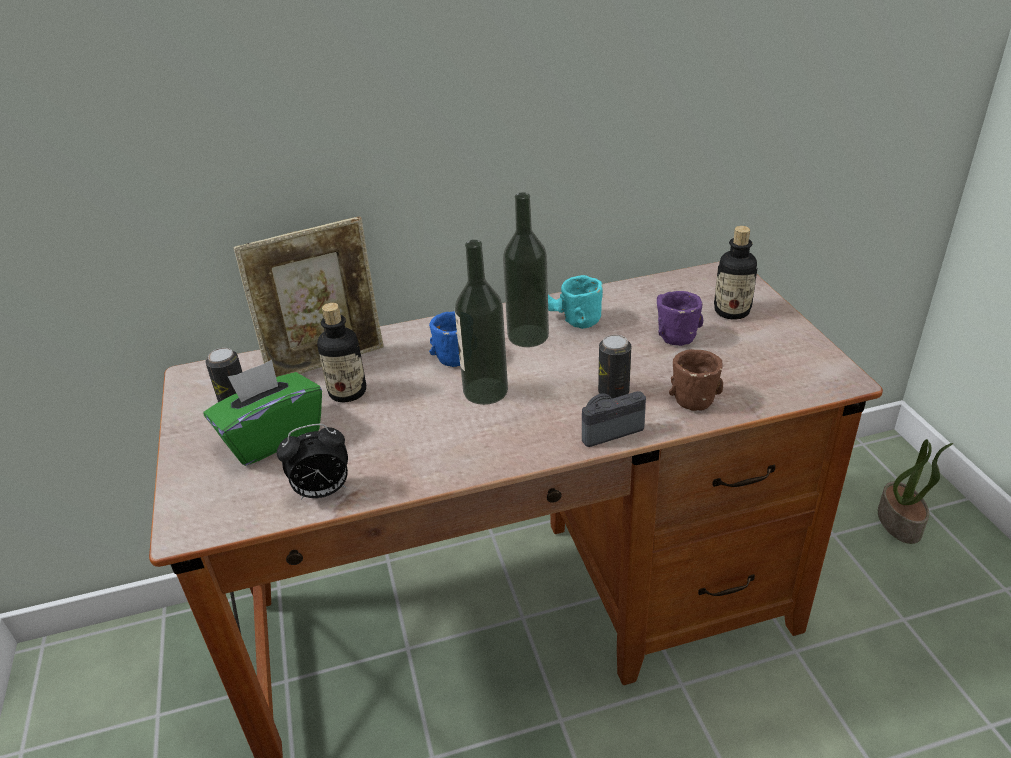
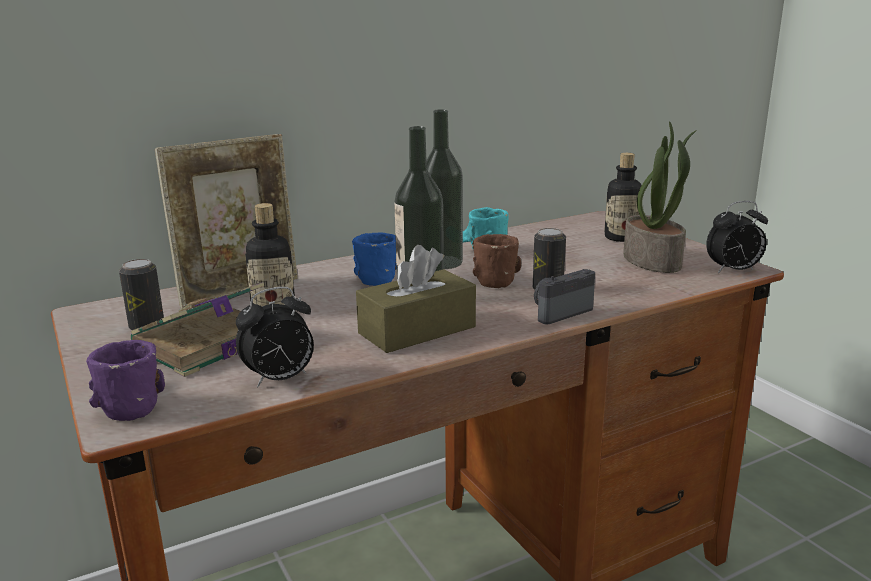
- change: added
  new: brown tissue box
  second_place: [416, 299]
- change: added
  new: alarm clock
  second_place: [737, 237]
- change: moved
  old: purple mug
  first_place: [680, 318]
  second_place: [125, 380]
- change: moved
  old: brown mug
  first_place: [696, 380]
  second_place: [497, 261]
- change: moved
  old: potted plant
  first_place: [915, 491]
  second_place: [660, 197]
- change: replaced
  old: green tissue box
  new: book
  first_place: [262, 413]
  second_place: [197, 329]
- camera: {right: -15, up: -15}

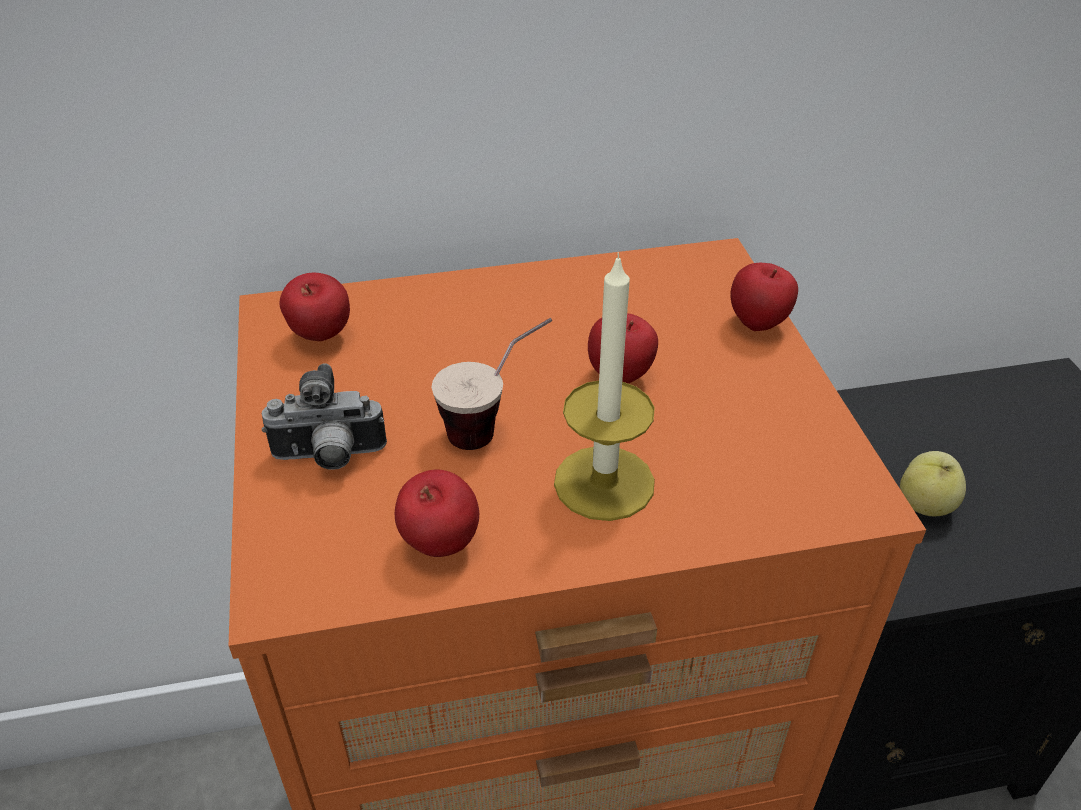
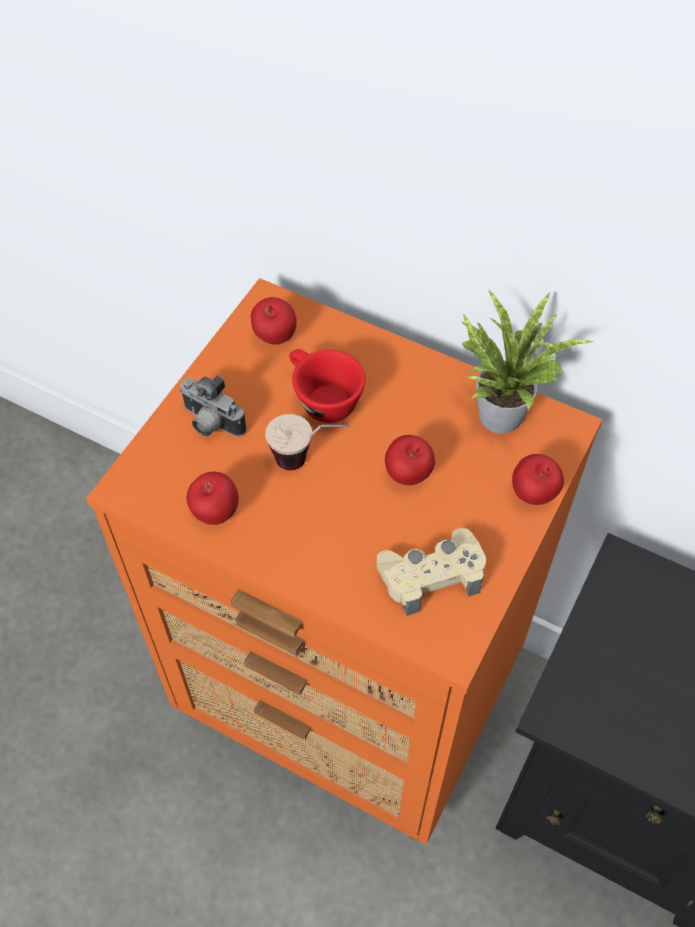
- change: removed
  old: candle
  first_place: [604, 387]
- change: removed
  old: apple
  first_place: [933, 483]
- change: added
  new: red cup
  second_place: [327, 386]
- change: added
  new: beige game controller
  second_place: [431, 572]
- change: added
  new: potted plant
  second_place: [527, 361]
- camera: {right: 40, up: 15}

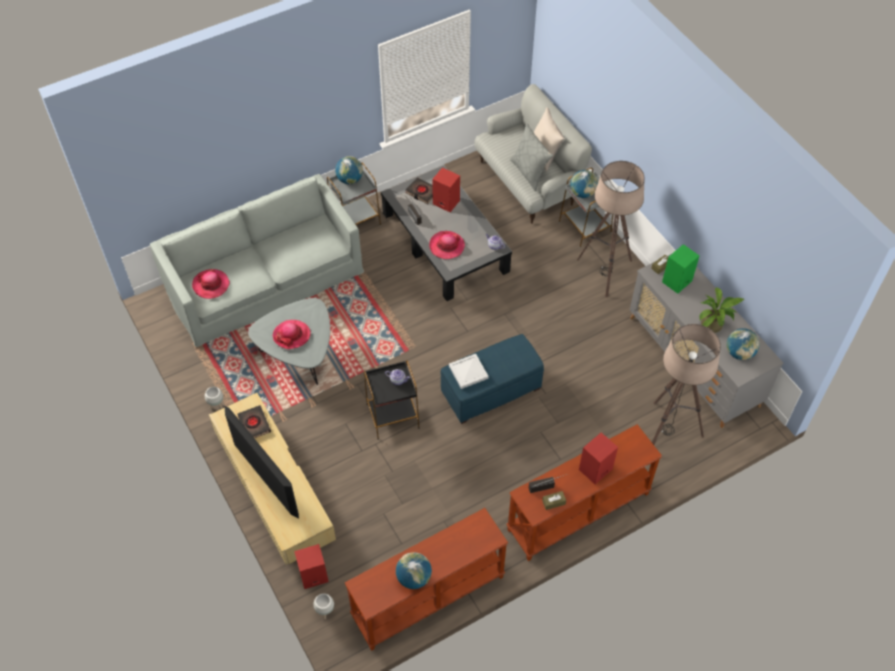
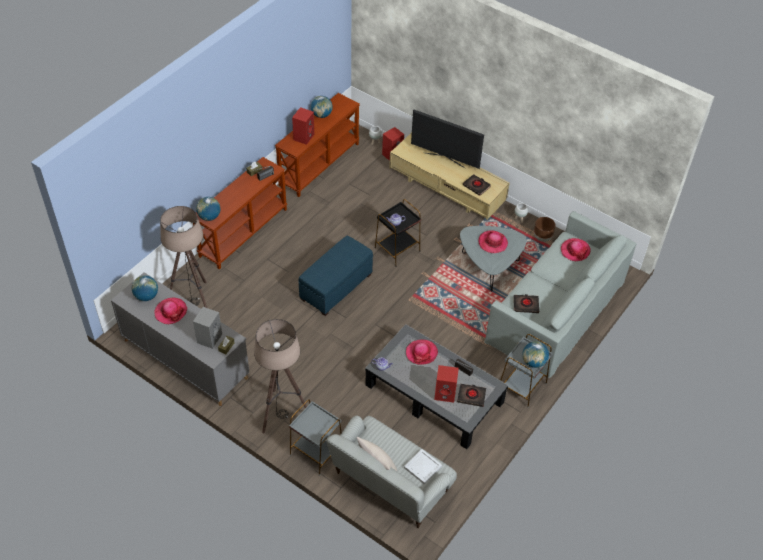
- change: removed
  old: grey pillow
  first_place: [531, 158]
- change: added
  new: black book
  second_place: [526, 303]
- change: added
  new: brown planter
  second_place: [545, 229]
- change: moved
  old: white tray
  first_place: [469, 371]
  second_place: [423, 466]
- change: moved
  old: globe
  first_place: [584, 184]
  second_place: [208, 209]
- change: moved
  old: red speaker
  first_place: [598, 458]
  second_place: [303, 126]
- change: replaced
  old: potted plant
  new: hat
  first_place: [722, 310]
  second_place: [170, 311]
- change: recoloured
  old: green speaker
  new: grey speaker
  first_place: [680, 269]
  second_place: [207, 328]
- camera: {right: 155, up: -5}

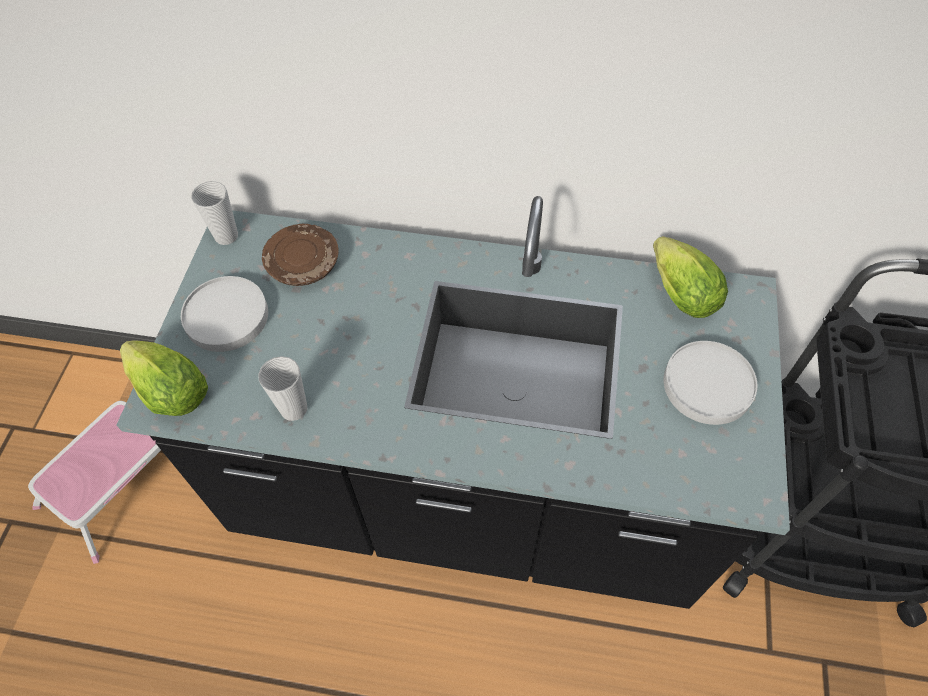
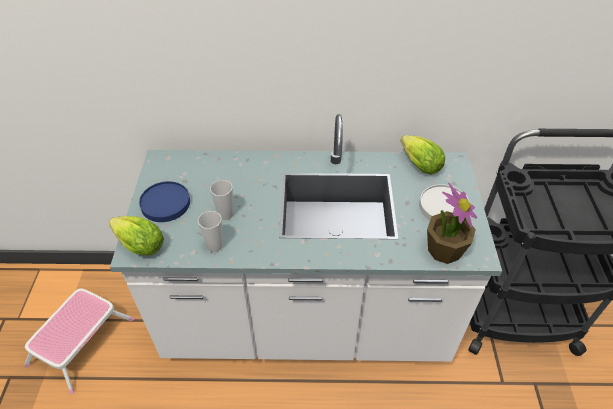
- change: removed
  old: brown plate
  first_place: [300, 255]
- change: added
  new: potted plant
  second_place: [452, 223]
- change: moved
  old: cup
  first_place: [214, 213]
  second_place: [221, 200]
- change: recoloured
  old: black counter
  new: white counter
  first_place: [453, 402]
  second_place: [306, 238]
- change: recoloured
  old: white plate
  new: blue plate
  first_place: [224, 314]
  second_place: [164, 201]
- camera: {right: -10, up: -10}

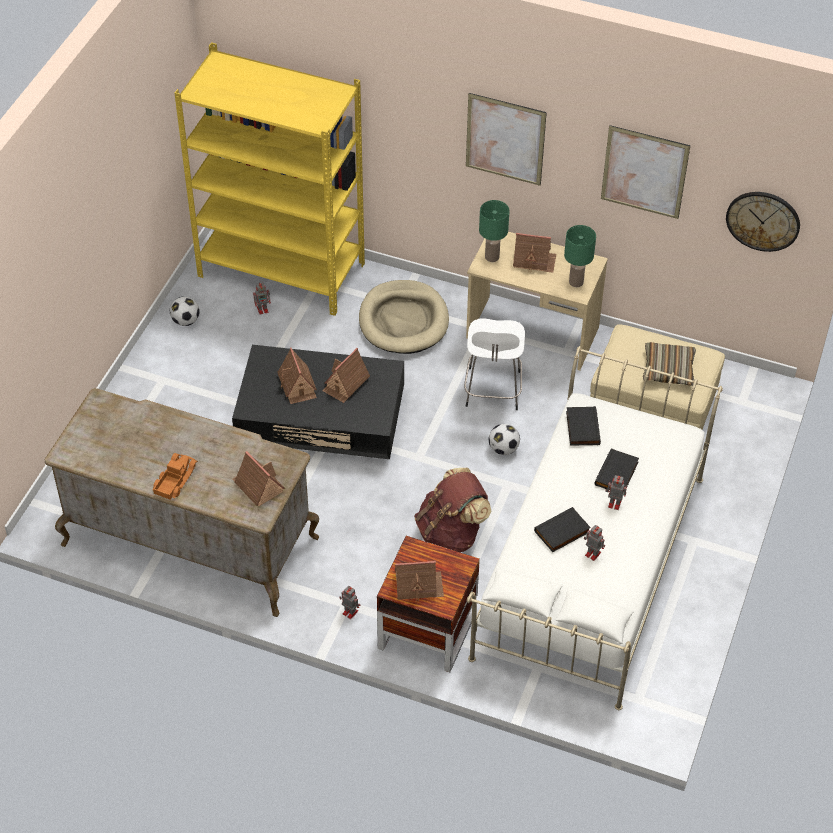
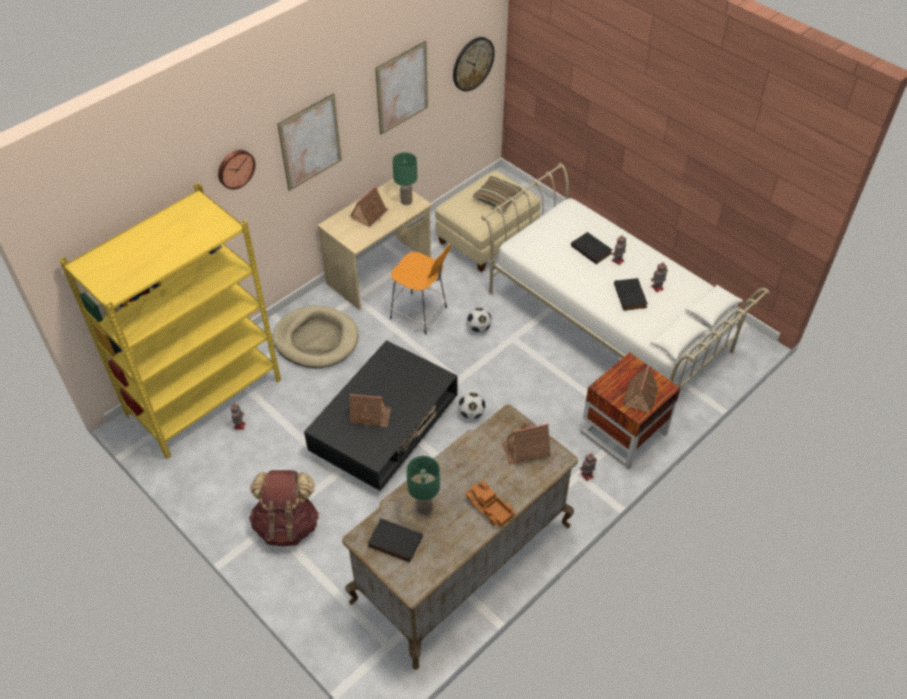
- change: removed
  old: toy house
  first_place: [346, 375]
- change: added
  new: wall clock
  second_place: [236, 170]
- change: moved
  old: football
  first_place: [185, 311]
  second_place: [471, 405]
- change: moved
  old: brown backpack
  first_place: [453, 510]
  second_place: [284, 508]
- change: moved
  old: green table lamp
  first_place: [494, 231]
  second_place: [423, 485]
- change: moved
  old: black book
  first_place: [583, 426]
  second_place: [395, 540]
- change: recoloured
  old: white stool
  new: orange stool
  first_place: [494, 364]
  second_place: [420, 289]
- camera: {right: -65, up: 0}

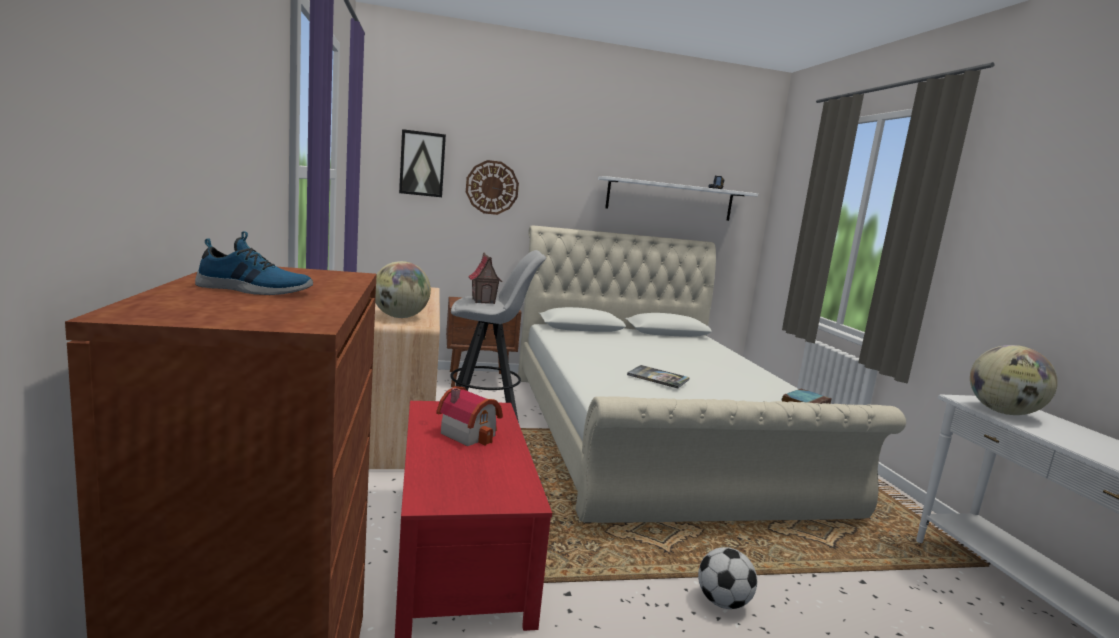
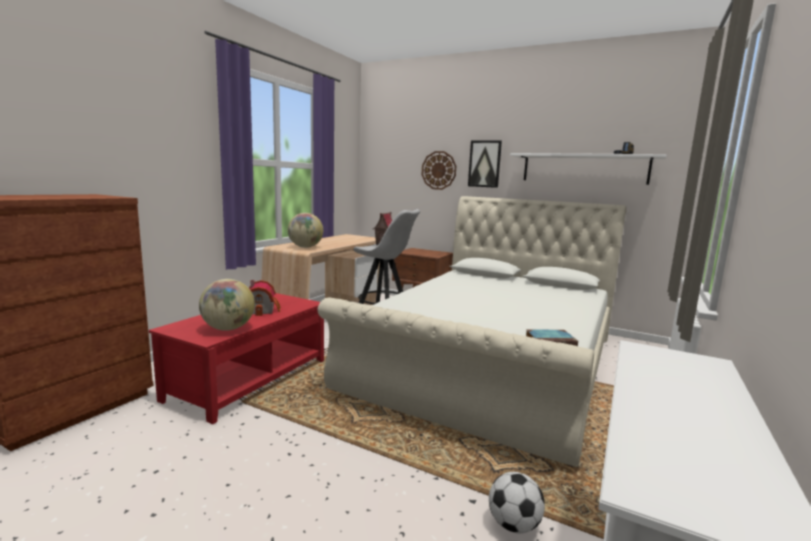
- change: removed
  old: shoe
  first_place: [254, 263]
- change: removed
  old: book
  first_place: [658, 377]
- change: moved
  old: picture
  first_place: [422, 163]
  second_place: [485, 164]
- change: moved
  old: football
  first_place: [727, 578]
  second_place: [517, 502]
- change: moved
  old: globe
  first_place: [1014, 380]
  second_place: [227, 305]
- camera: {right: 40, up: 0}

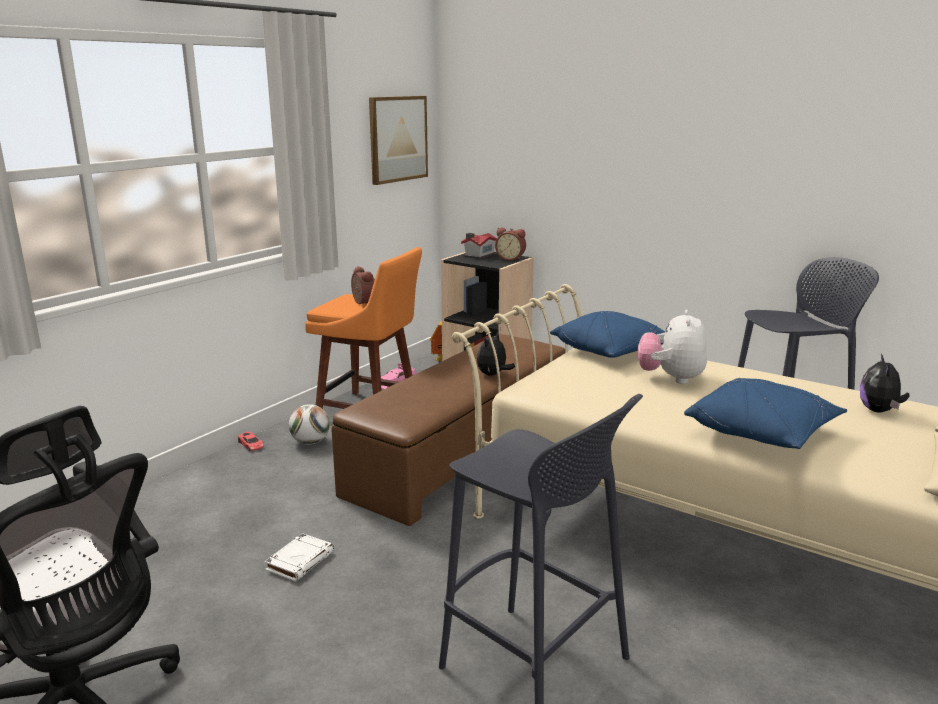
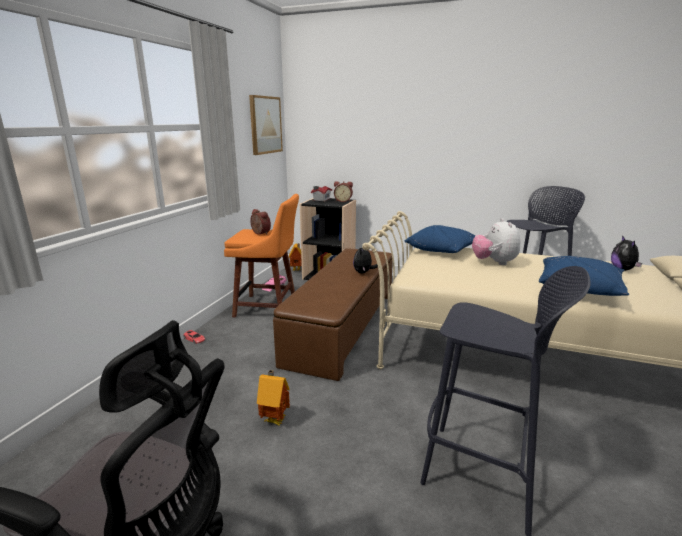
- change: removed
  old: football
  first_place: [309, 424]
- change: replaced
  old: white book
  new: toy house
  first_place: [299, 557]
  second_place: [273, 398]
- camera: {right: -15, up: 0}

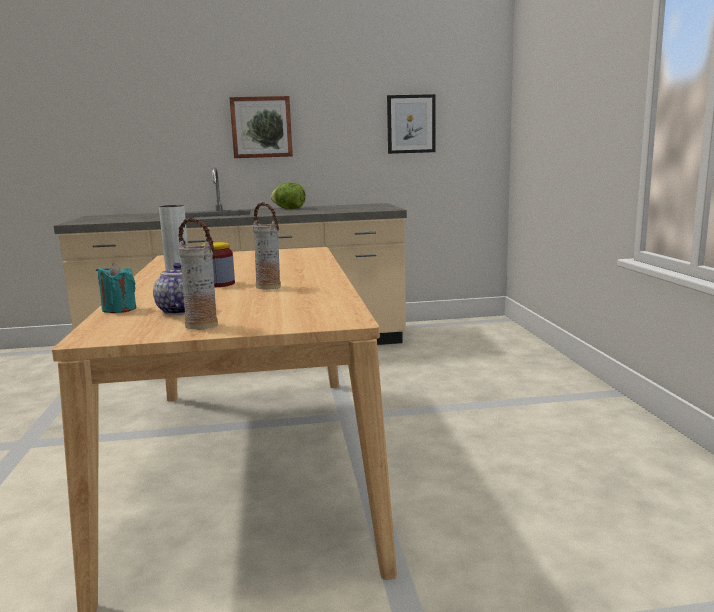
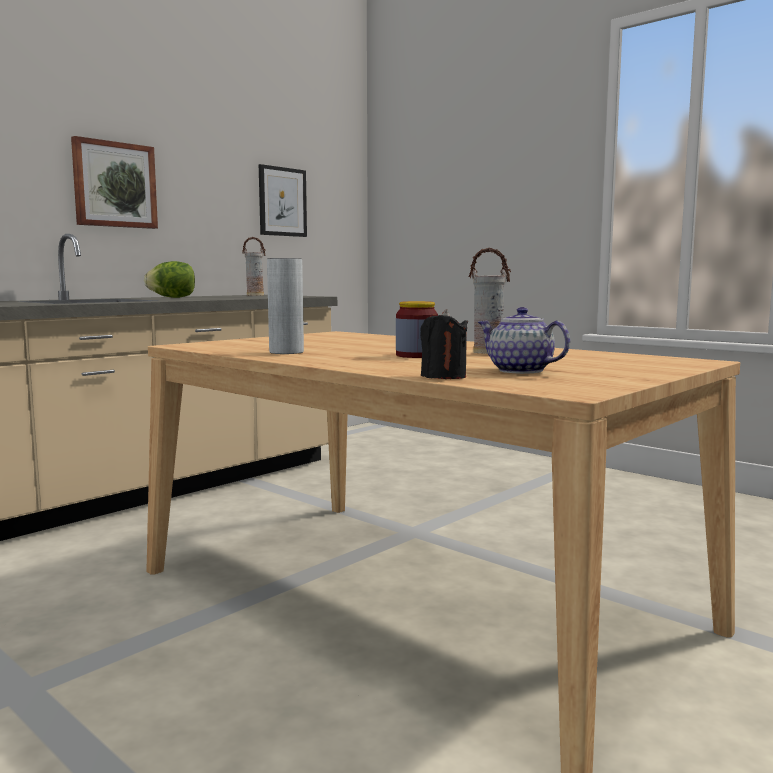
- change: moved
  old: vase
  first_place: [198, 273]
  second_place: [254, 266]
- change: recoloured
  old: turquoise candle
  new: black candle
  first_place: [117, 288]
  second_place: [444, 344]
- camera: {right: -40, up: -5}

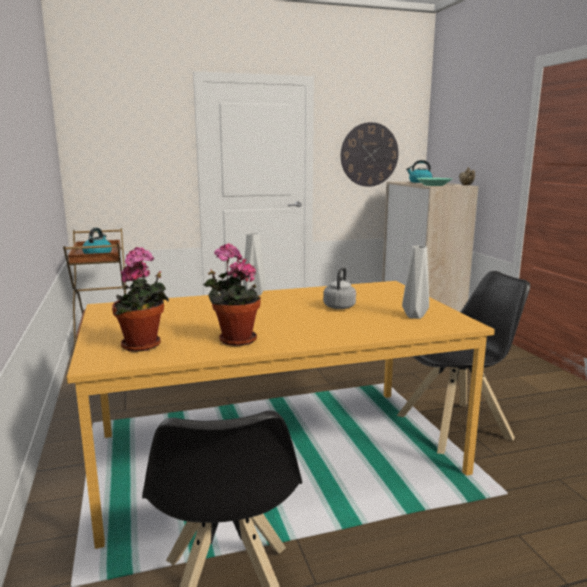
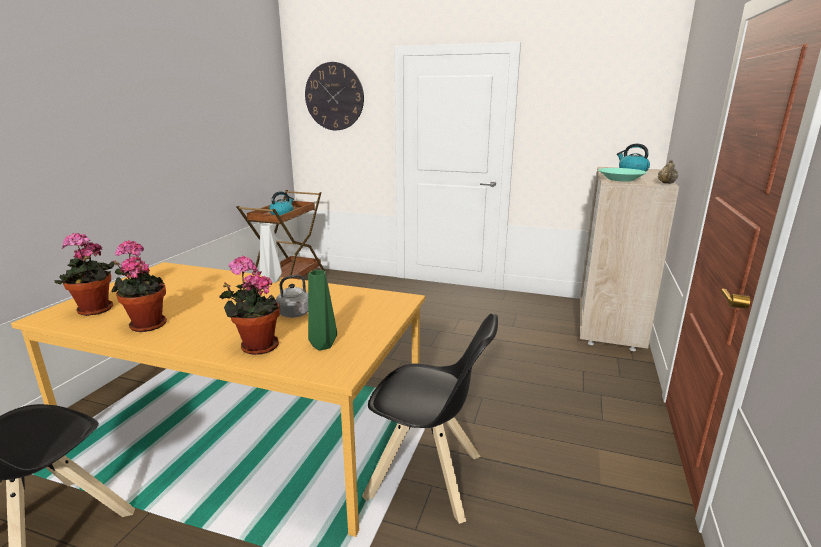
- change: added
  new: potted plant
  second_place: [249, 305]
- change: moved
  old: wall clock
  first_place: [369, 154]
  second_place: [334, 96]
- change: recoloured
  old: grey vase
  new: green vase
  first_place: [415, 282]
  second_place: [322, 310]
- camera: {right: 35, up: 5}

